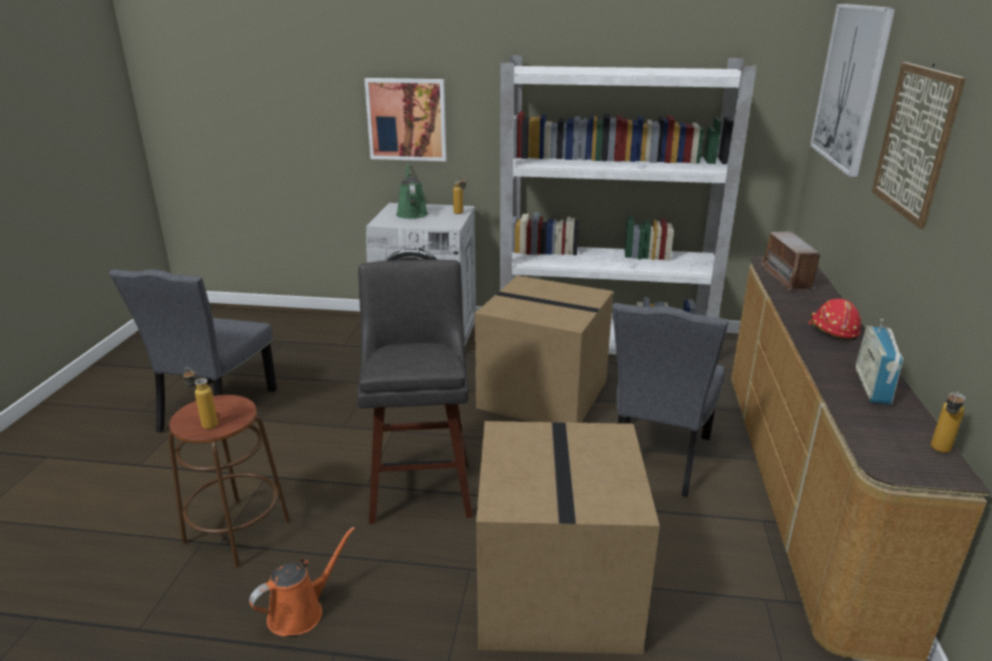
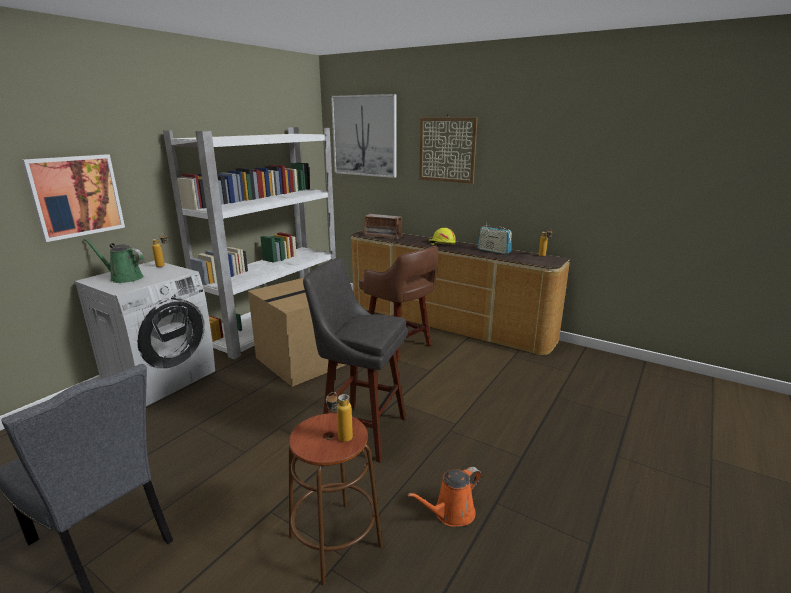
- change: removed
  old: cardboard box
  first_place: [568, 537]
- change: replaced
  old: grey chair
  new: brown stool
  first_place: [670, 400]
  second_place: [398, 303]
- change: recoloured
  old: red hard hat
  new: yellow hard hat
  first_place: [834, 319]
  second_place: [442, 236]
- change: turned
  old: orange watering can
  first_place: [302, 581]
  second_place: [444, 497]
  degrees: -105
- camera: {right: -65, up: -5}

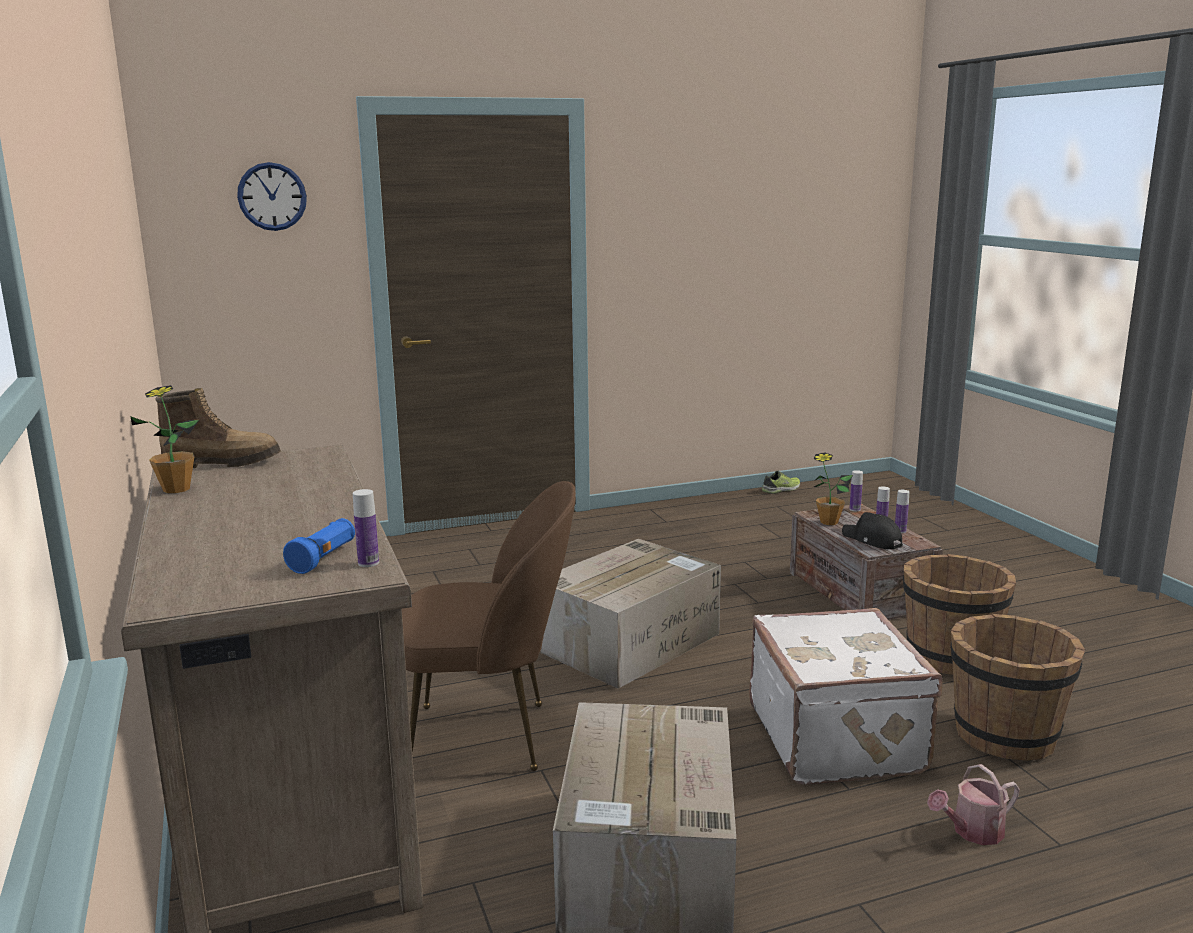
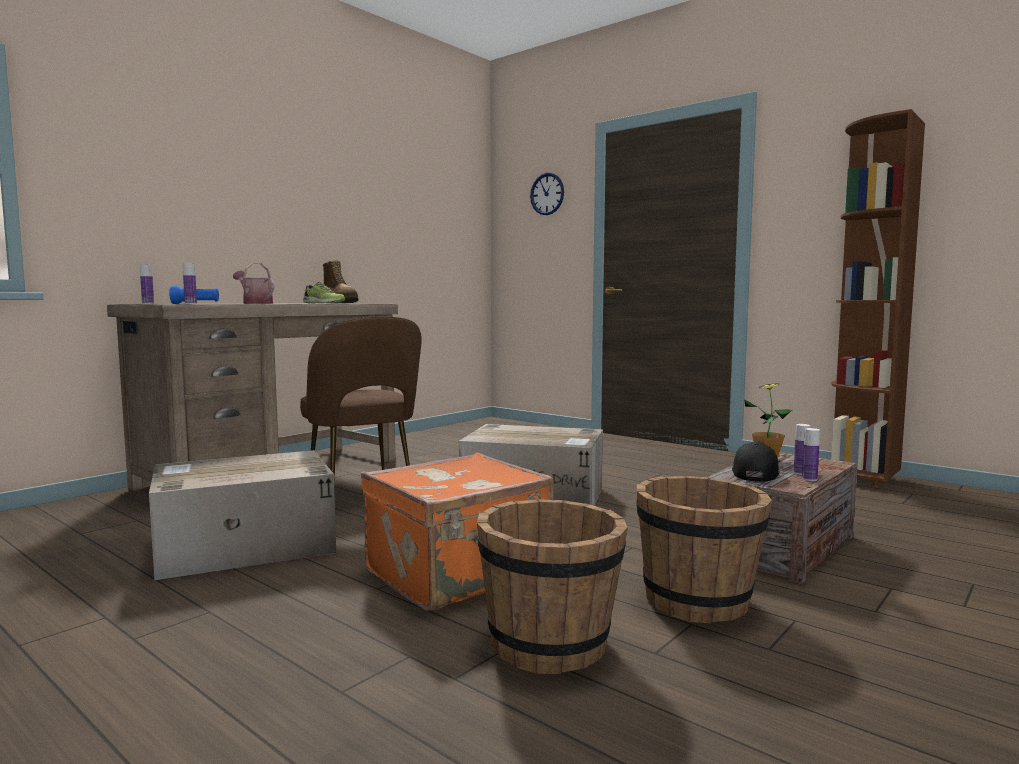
- change: removed
  old: potted plant
  first_place: [164, 439]
- change: added
  new: brown bookcase
  second_place: [878, 298]
- change: moved
  old: shoe
  first_place: [781, 482]
  second_place: [324, 292]
- change: moved
  old: bottle
  first_place: [856, 490]
  second_place: [147, 284]
- change: moved
  old: watering can
  first_place: [973, 804]
  second_place: [253, 283]
- change: recoloured
  old: white suitcase
  new: orange suitcase
  first_place: [846, 696]
  second_place: [457, 531]
- camera: {right: 60, up: -10}

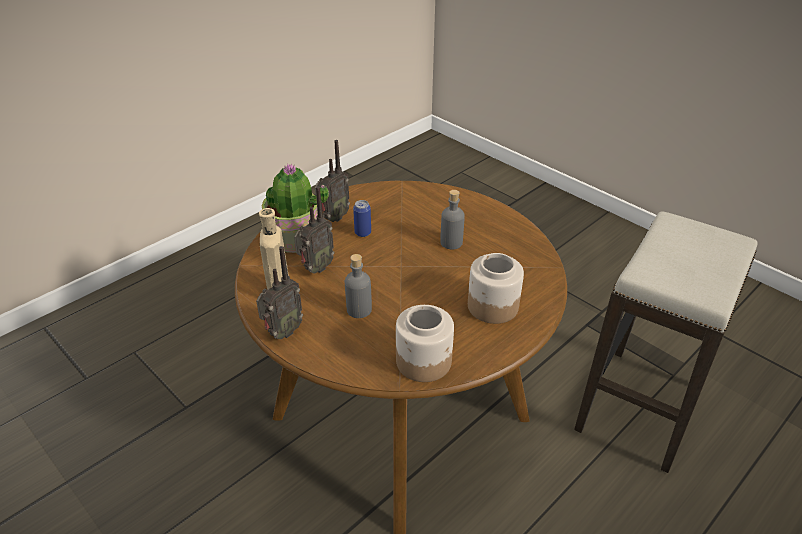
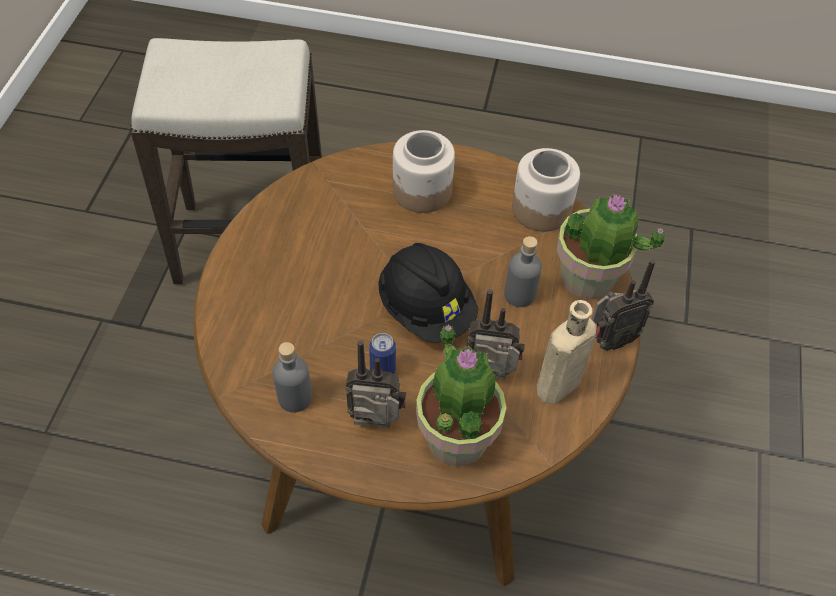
- change: added
  new: black hard hat
  second_place: [428, 293]
- change: added
  new: potted plant
  second_place: [610, 247]
- change: moved
  old: grey bottle
  first_place: [452, 219]
  second_place: [292, 377]
- change: turned
  old: radio
  first_place: [279, 292]
  second_place: [623, 305]
  degrees: 150
- camera: {right: -125, up: 15}

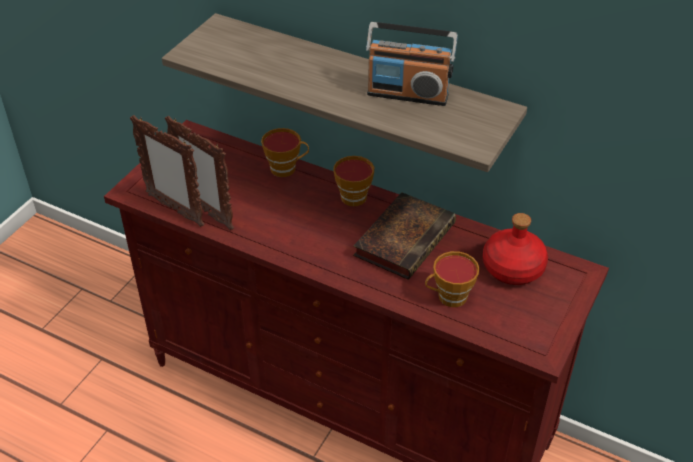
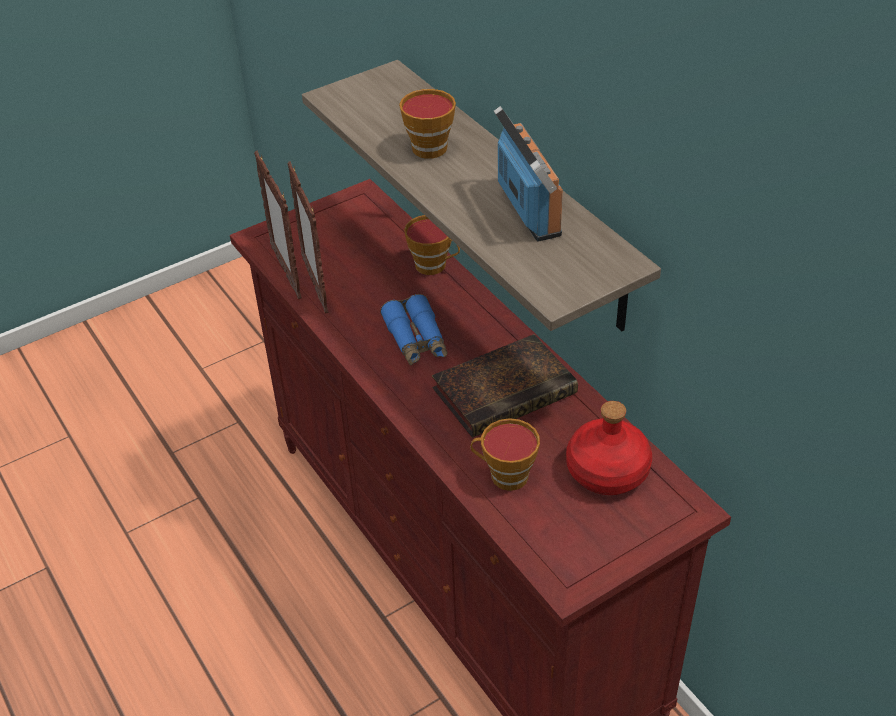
- change: added
  new: blue binoculars
  second_place: [413, 330]
- change: moved
  old: cup
  first_place: [353, 181]
  second_place: [427, 124]
- change: turned
  old: radio
  first_place: [412, 64]
  second_place: [528, 173]
  degrees: -150
- camera: {right: 30, up: 0}

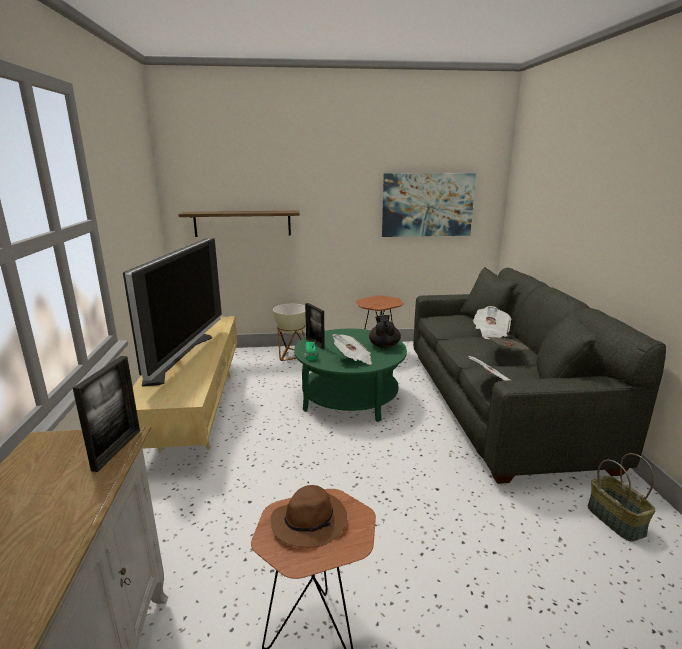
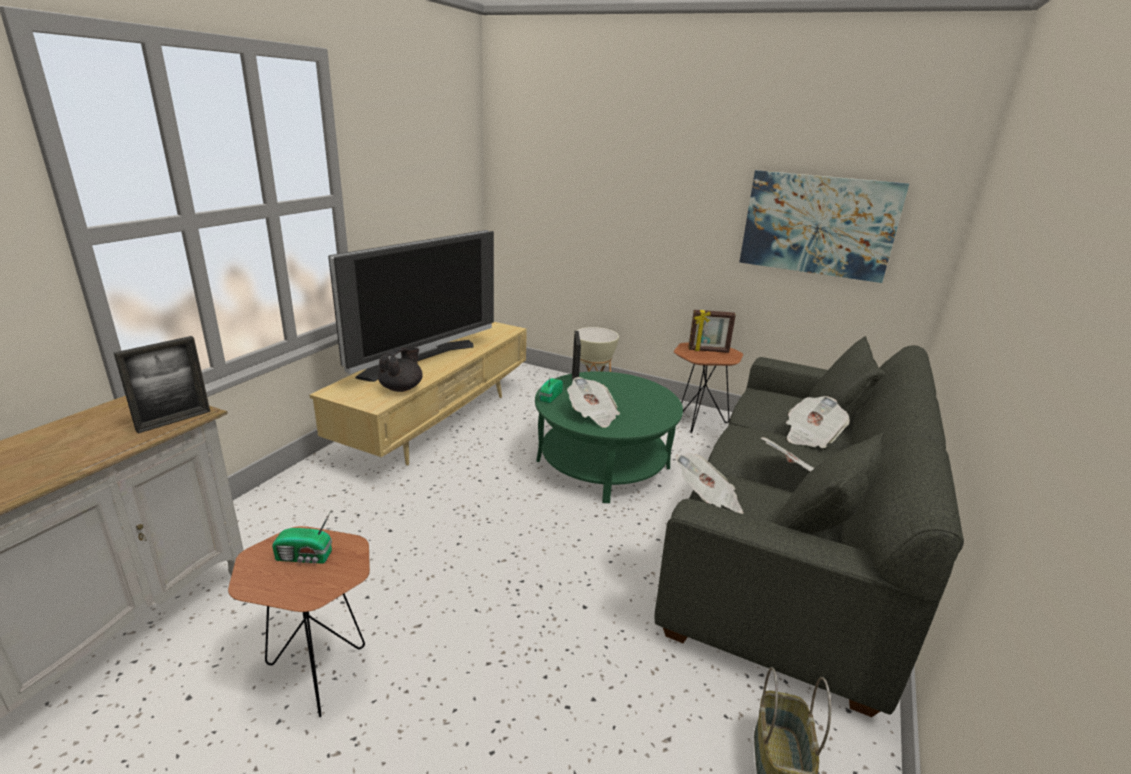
- change: removed
  old: shelf
  first_place: [239, 224]
- change: added
  new: picture frame
  second_place: [712, 331]
- change: moved
  old: black teapot
  first_place: [385, 331]
  second_place: [400, 369]
- change: replaced
  old: brown hat
  new: radio
  first_place: [308, 516]
  second_place: [302, 537]
- camera: {right: 30, up: 5}

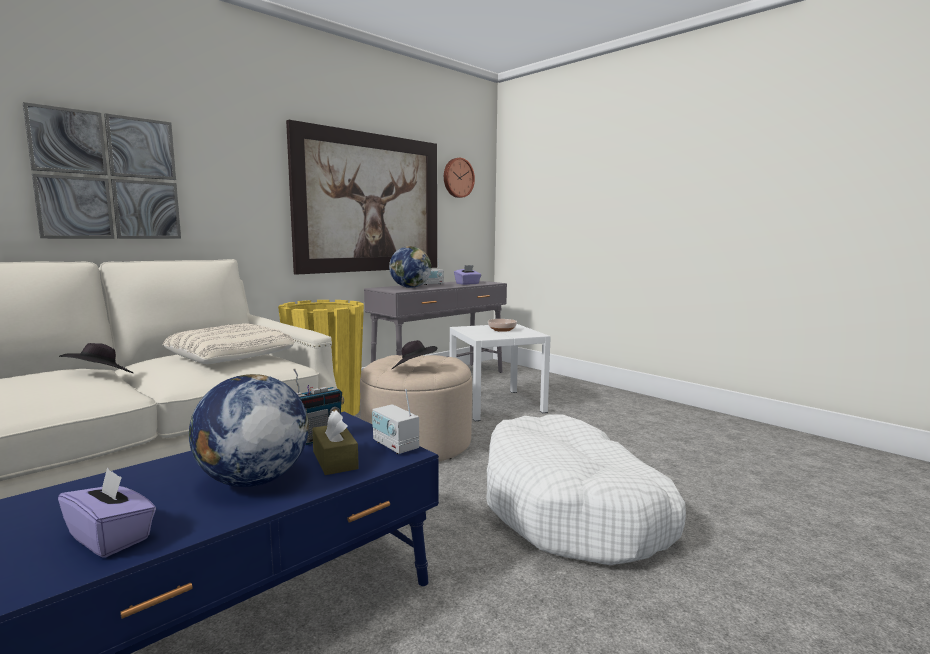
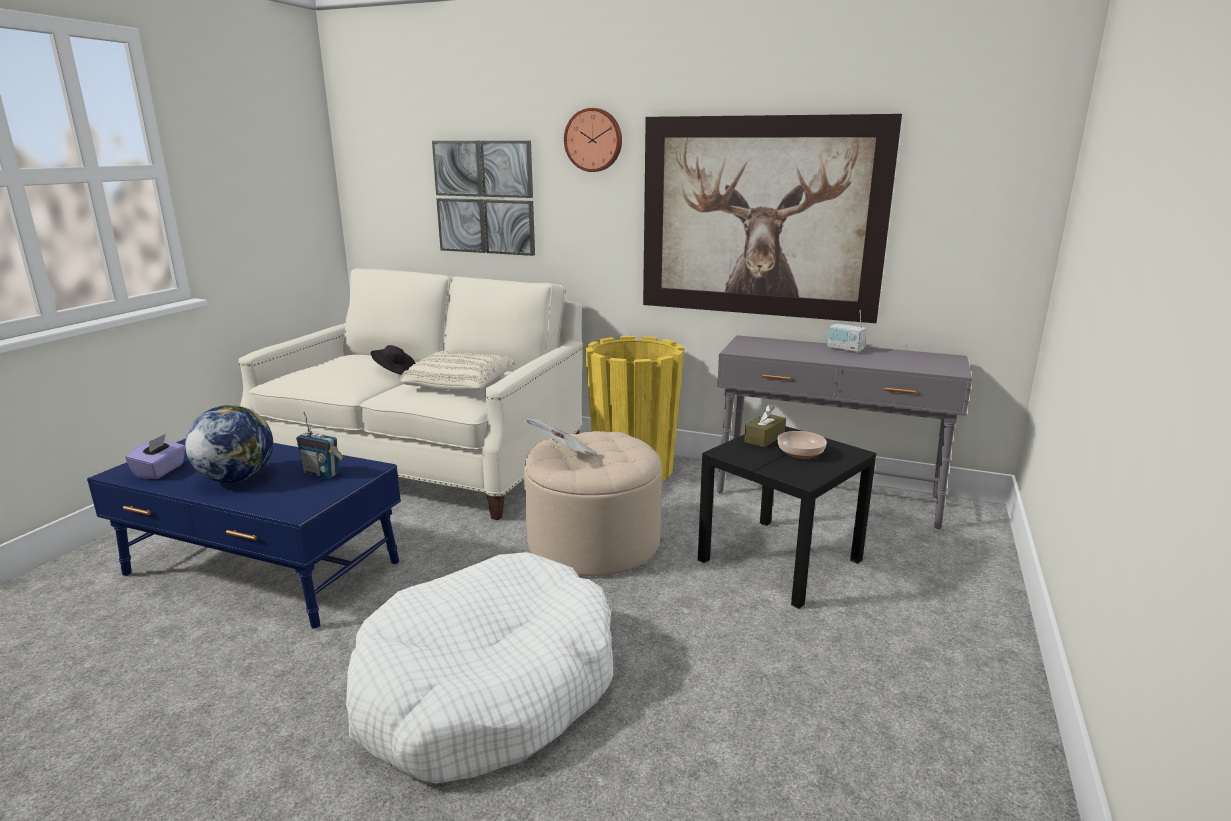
- change: removed
  old: radio
  first_place: [395, 421]
- change: removed
  old: globe
  first_place: [410, 267]
- change: removed
  old: purple tissue box
  first_place: [467, 275]
- change: moved
  old: brown tissue box
  first_place: [335, 442]
  second_place: [765, 426]
- change: moved
  old: wall clock
  first_place: [459, 178]
  second_place: [593, 140]
- change: replaced
  old: black hat
  new: newspaper
  first_place: [414, 354]
  second_place: [562, 436]
- change: recoloured
  old: white side table
  new: black side table
  first_place: [500, 372]
  second_place: [787, 517]
- camera: {right: 65, up: 10}

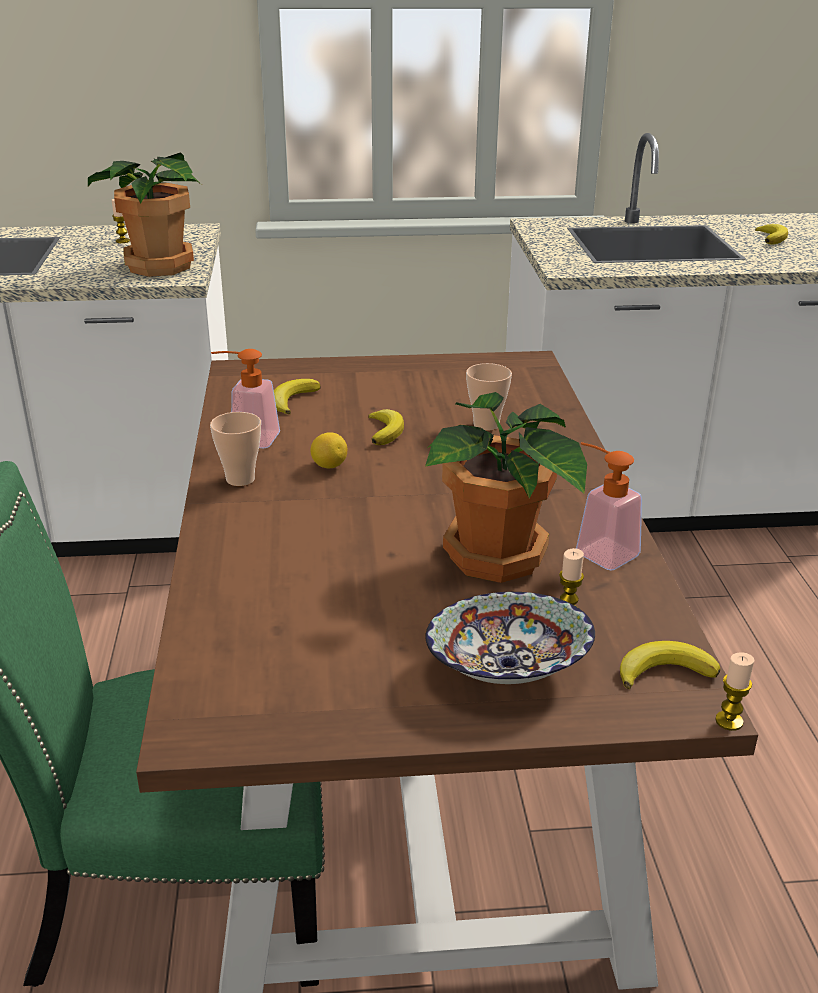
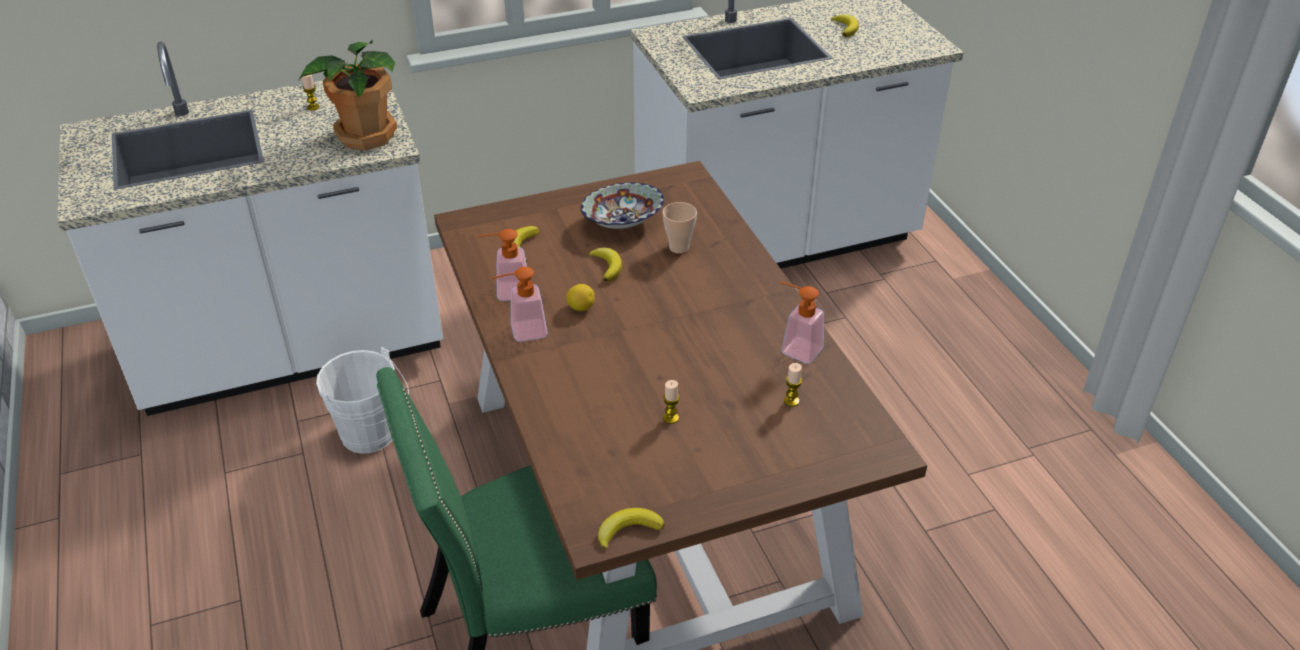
- change: removed
  old: potted plant
  first_place: [506, 487]
- change: added
  new: white bucket
  second_place: [362, 400]
- change: moved
  old: bowl
  first_place: [510, 638]
  second_place: [622, 206]
- change: moved
  old: banana
  first_place: [670, 665]
  second_place: [631, 529]
- change: moved
  old: candle
  first_place: [735, 691]
  second_place: [671, 402]
- change: replaced
  old: cup
  new: soap dispenser
  first_place: [235, 449]
  second_place: [519, 304]
- camera: {right: -15, up: 10}

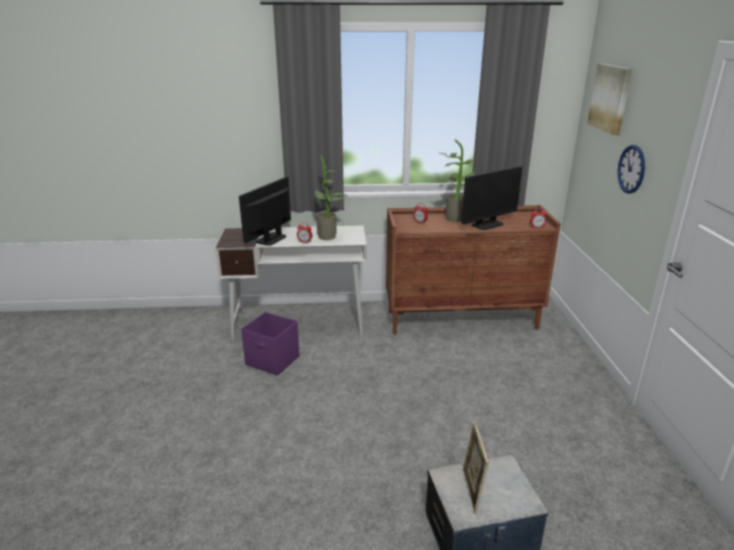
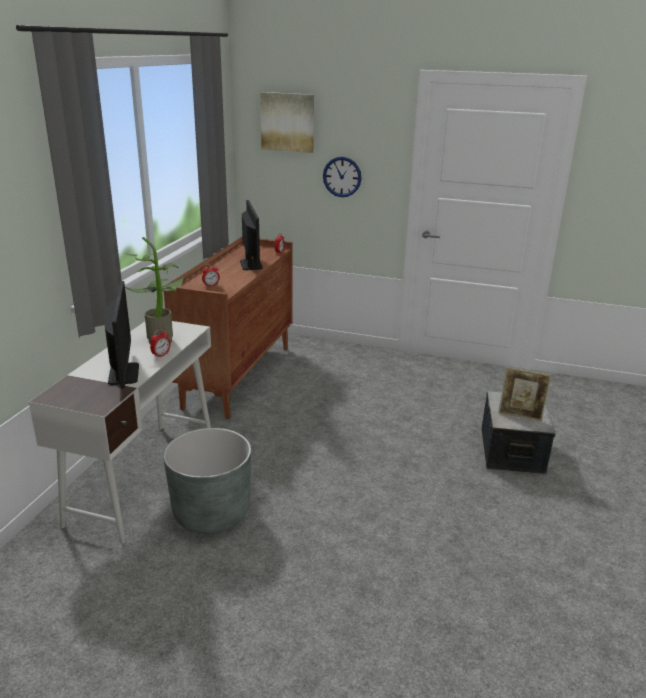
- change: removed
  old: potted plant
  first_place: [456, 180]
- change: replaced
  old: purple storage box
  new: grey planter
  first_place: [270, 344]
  second_place: [207, 481]
- change: turned
  old: monitor
  first_place: [265, 211]
  second_place: [122, 334]
  degrees: -150
- camera: {right: -70, up: 0}

